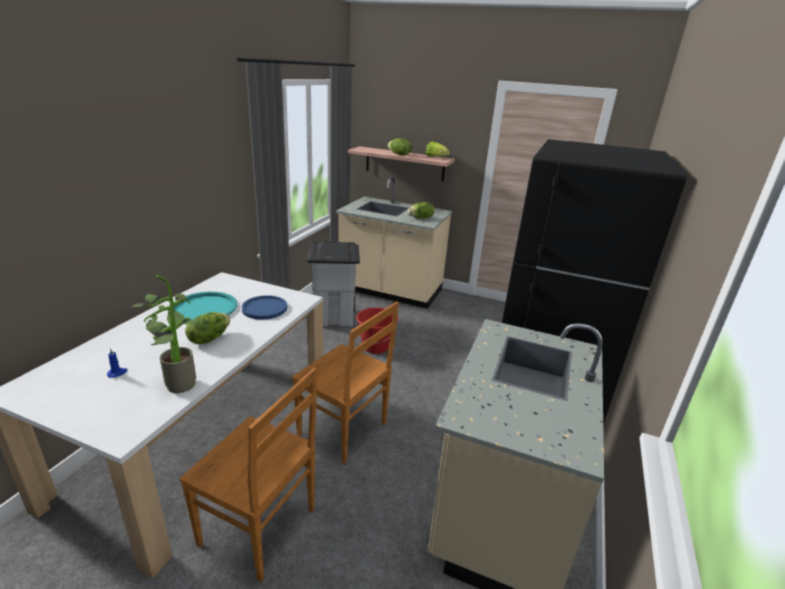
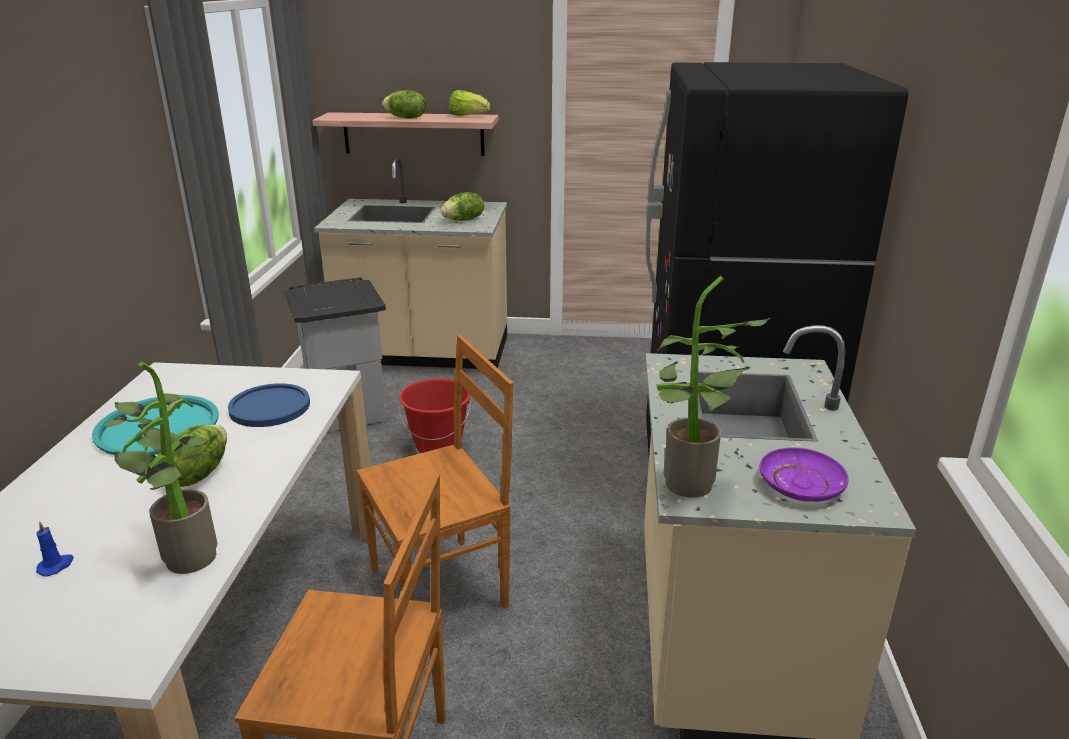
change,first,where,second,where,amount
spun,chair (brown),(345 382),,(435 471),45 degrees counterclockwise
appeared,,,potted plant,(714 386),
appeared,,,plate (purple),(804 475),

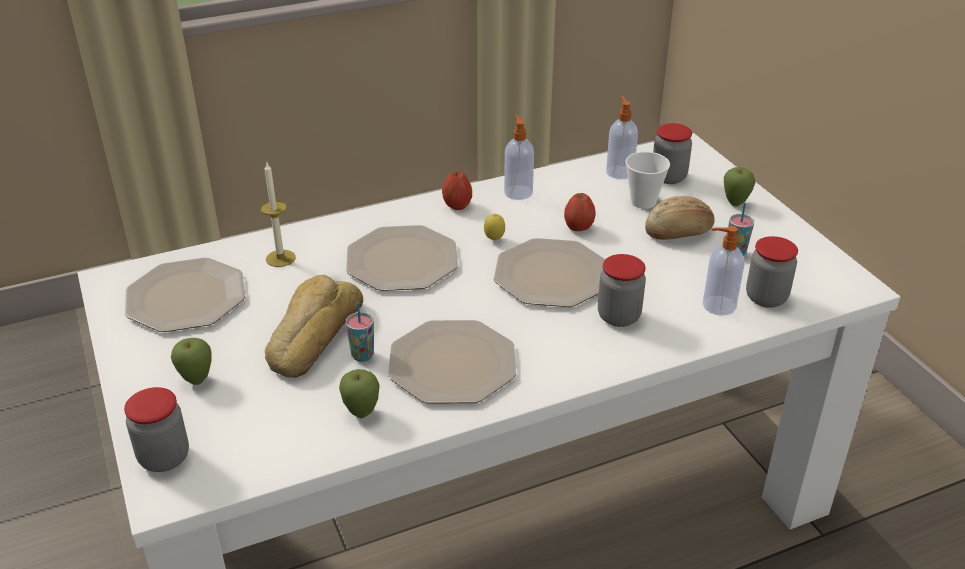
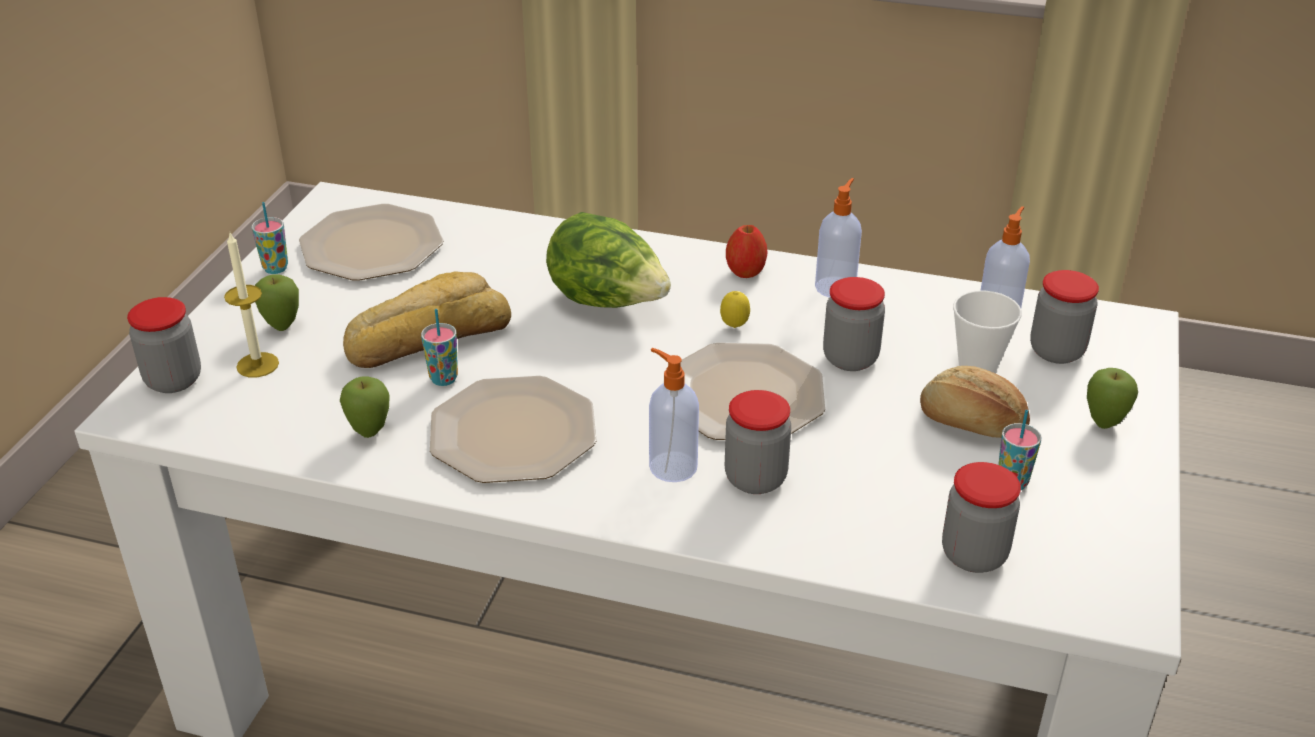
change,first,where,second,where,amount
relocated,candle,(278 215),,(251 305),
exchanged,plate,(402 258),lettuce,(608 260),
exchanged,apple,(580 212),jar,(854 324),
relocated,soap dispenser,(723 271),,(674 415),
appeared,,,cup,(270 238),

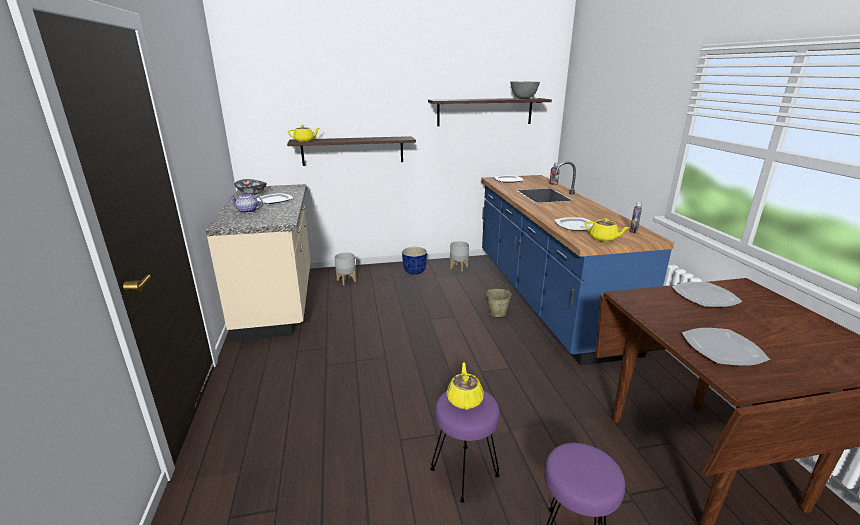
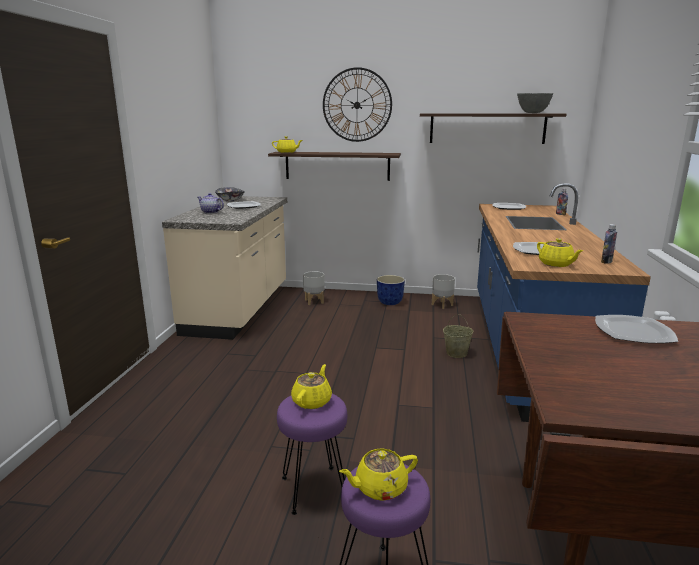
change,first,where,second,where,amount
missing,plate,(726 347),,,
appeared,,,wall clock,(357 104),
appeared,,,teapot (yellow),(378 474),

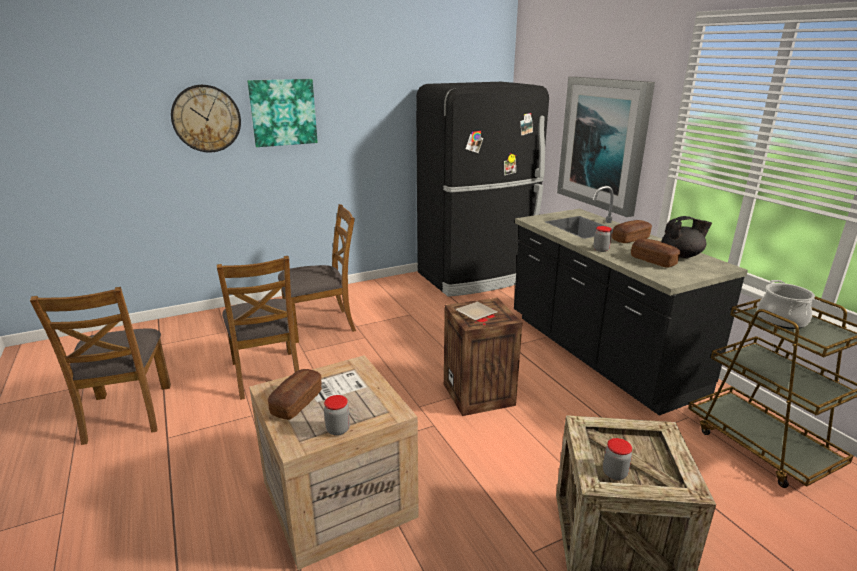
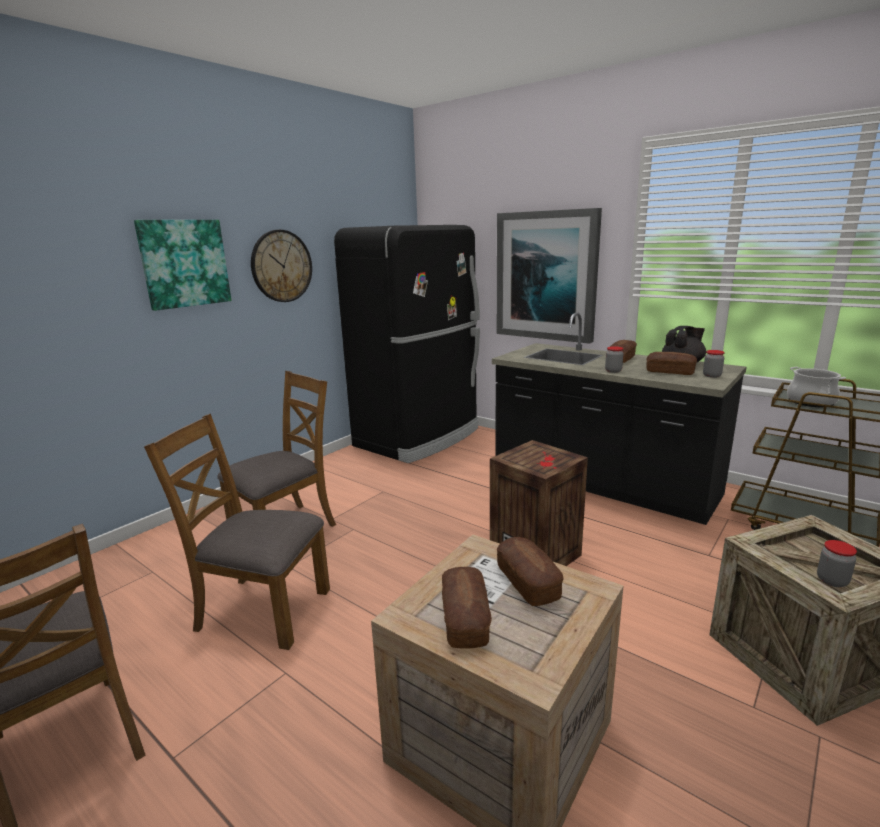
change,first,where,second,where,amount
relocated,wall clock,(206 118),,(281 266),
spun,chair (brown),(258 328),,(237 532),150 degrees clockwise
relocated,jar,(337 415),,(714 364),
missing,plate,(476 311),,,
appeared,,,bread,(530 571),

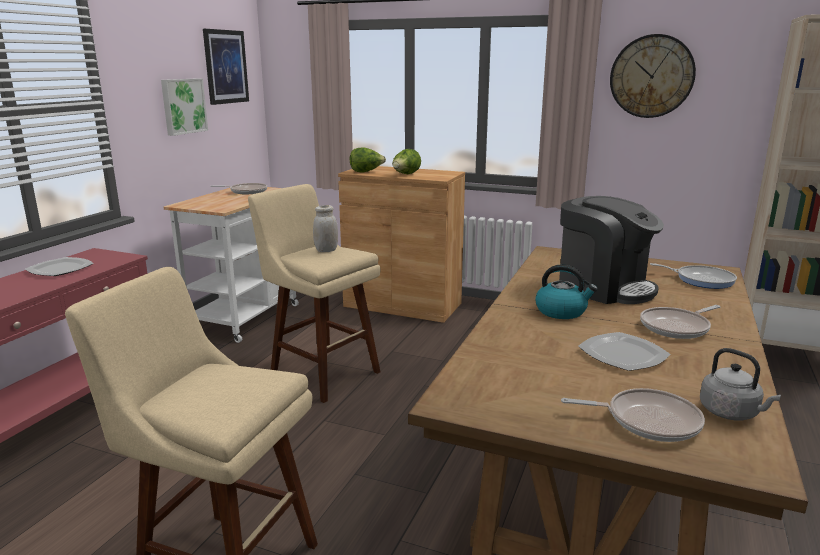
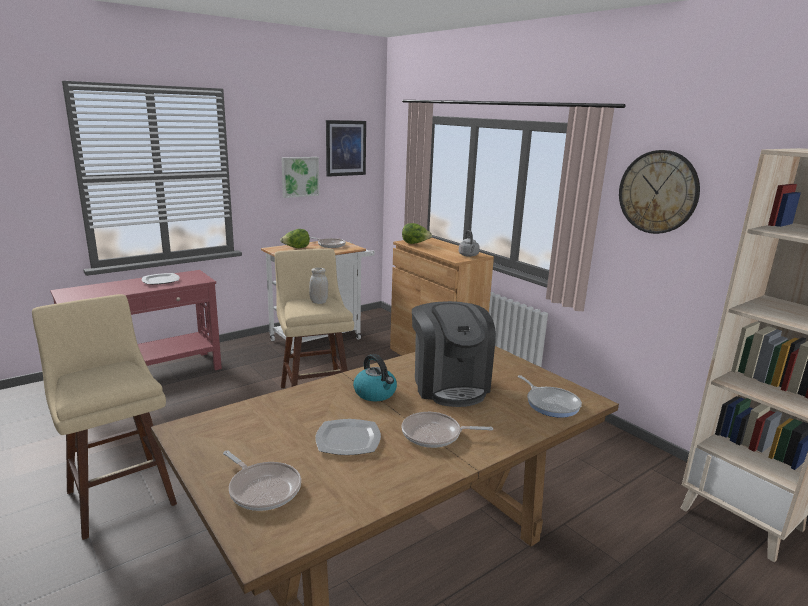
change,first,where,second,where,amount
relocated,lettuce,(406 161),,(295 238),
relocated,kettle (grey),(740 384),,(469 243),

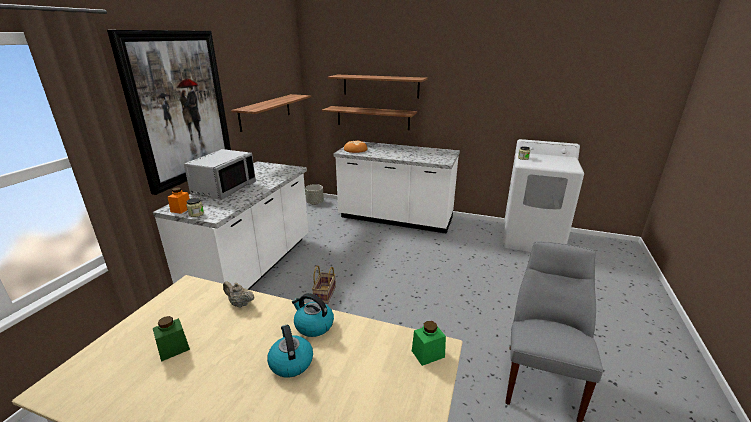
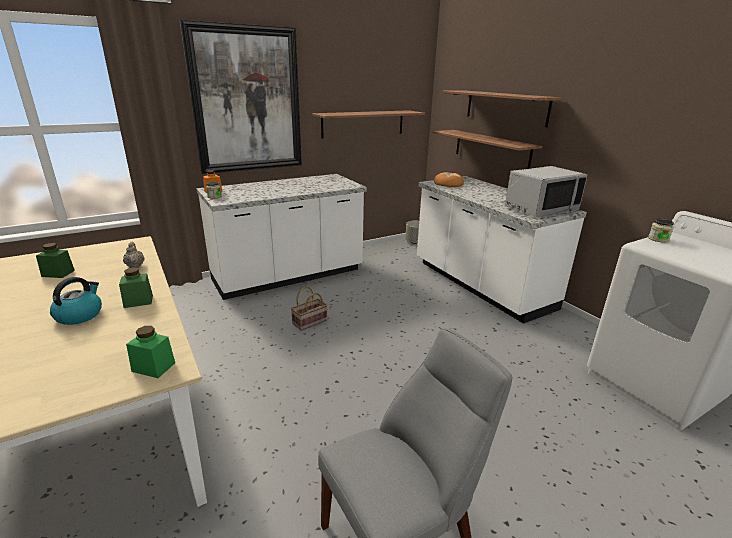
change,first,where,second,where,amount
relocated,microwave (grey),(220 174),,(546 192),
exchanged,kettle,(313 315),jar (green),(136 288),

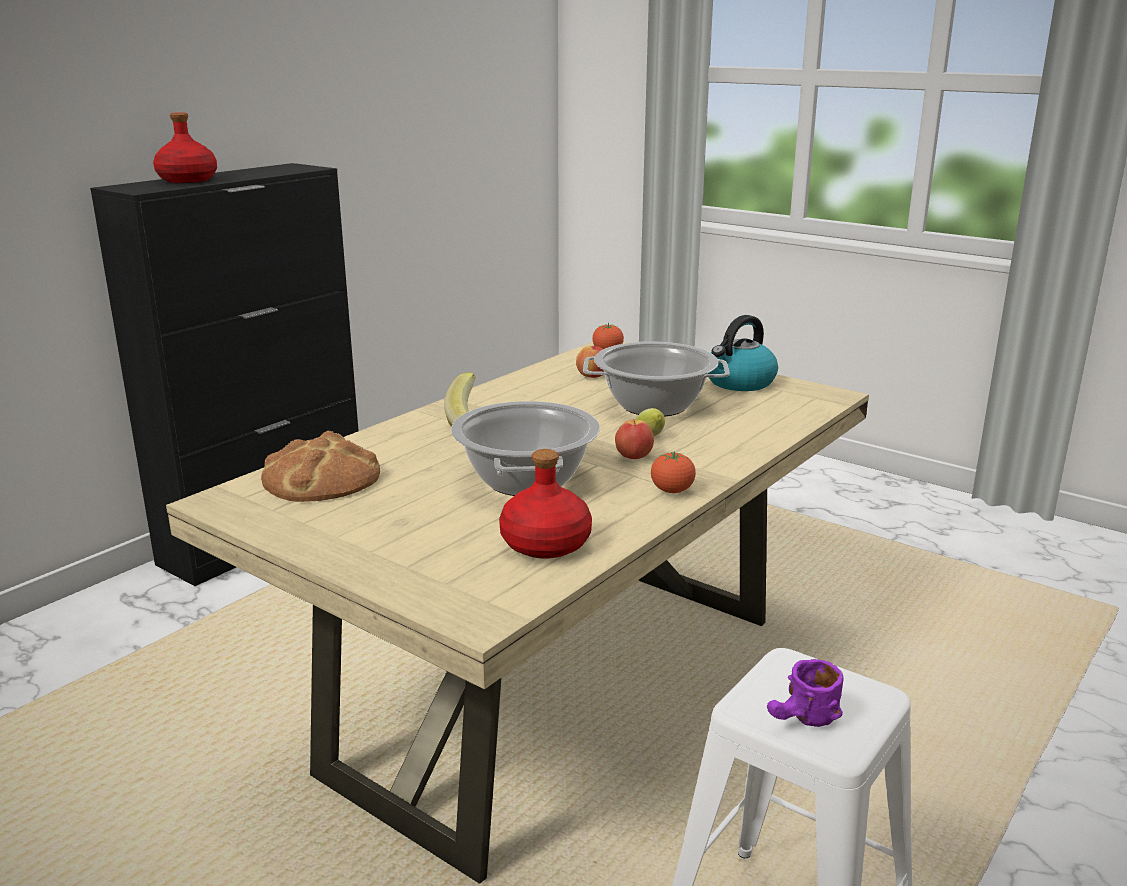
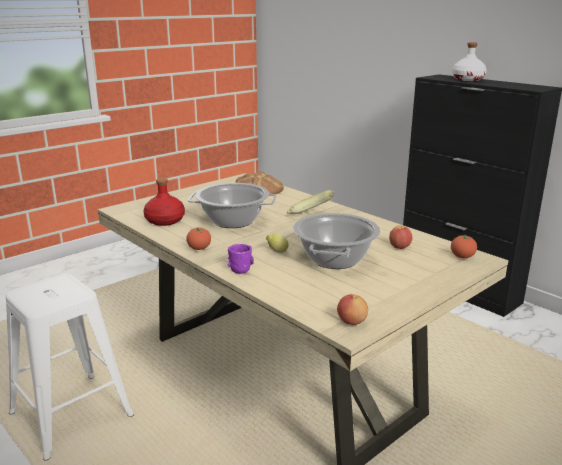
change,first,where,second,where,amount
colour,bottle (red),(185 147),bottle (white),(469 61),
relocated,apple,(634 439),,(352 309),
missing,kettle,(743 353),,,
relocated,mug (purple),(805 693),,(241 259),

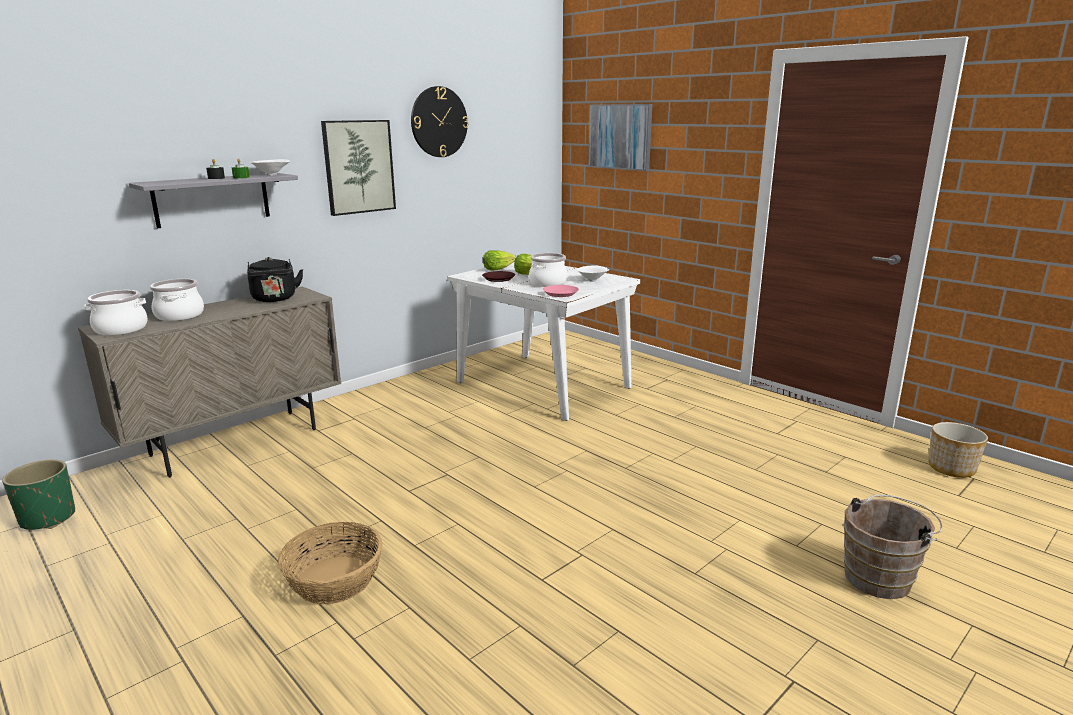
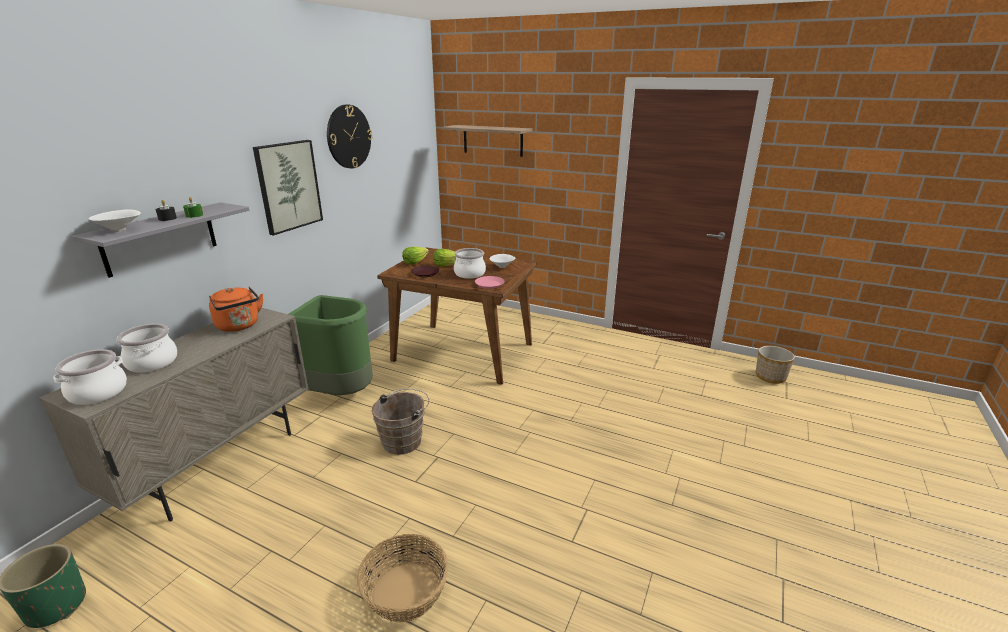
change,first,where,second,where,amount
colour,kettle (black),(275 279),kettle (orange),(236 309),
relocated,bowl (white),(270 167),,(115 220),
colour,dining table (white),(543 341),dining table (brown),(457 316),
exchanged,picture,(620 137),shelf,(487 141),
relocated,bucket (brown),(893 547),,(400 422),
appeared,,,trash can (green),(330 345),

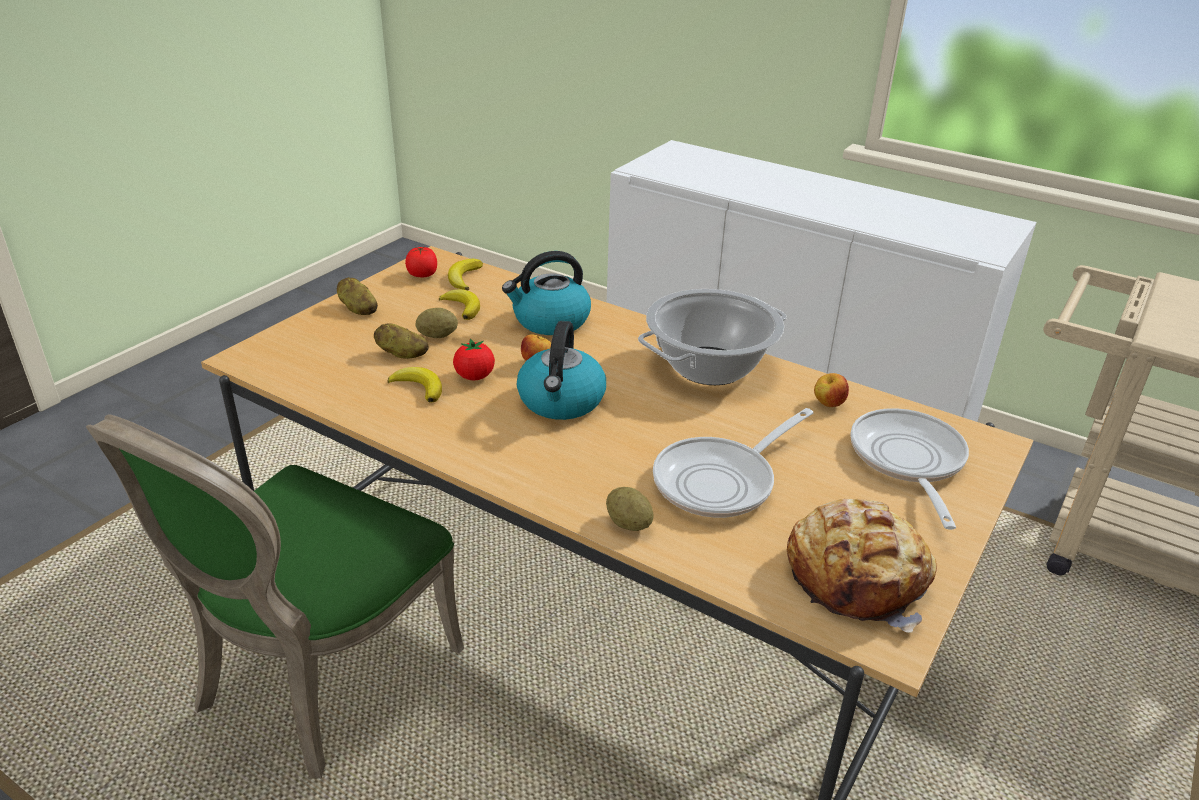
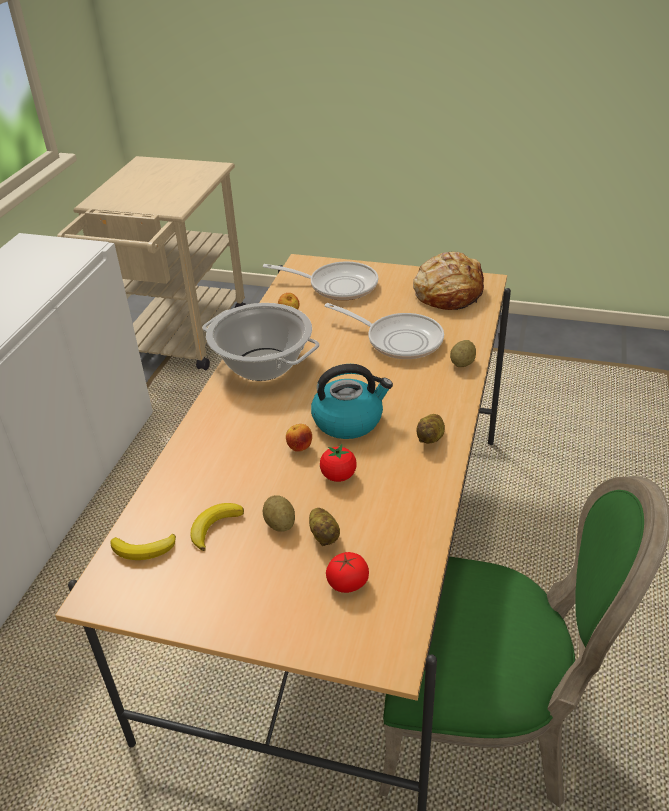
change,first,where,second,where,amount
relocated,potato,(357 296),,(430 429),
missing,banana,(414 385),,,
relocated,tomato,(421 262),,(347 572),
missing,kettle,(546 293),,,
spun,frying pan,(909 469),,(320 280),150 degrees counterclockwise

